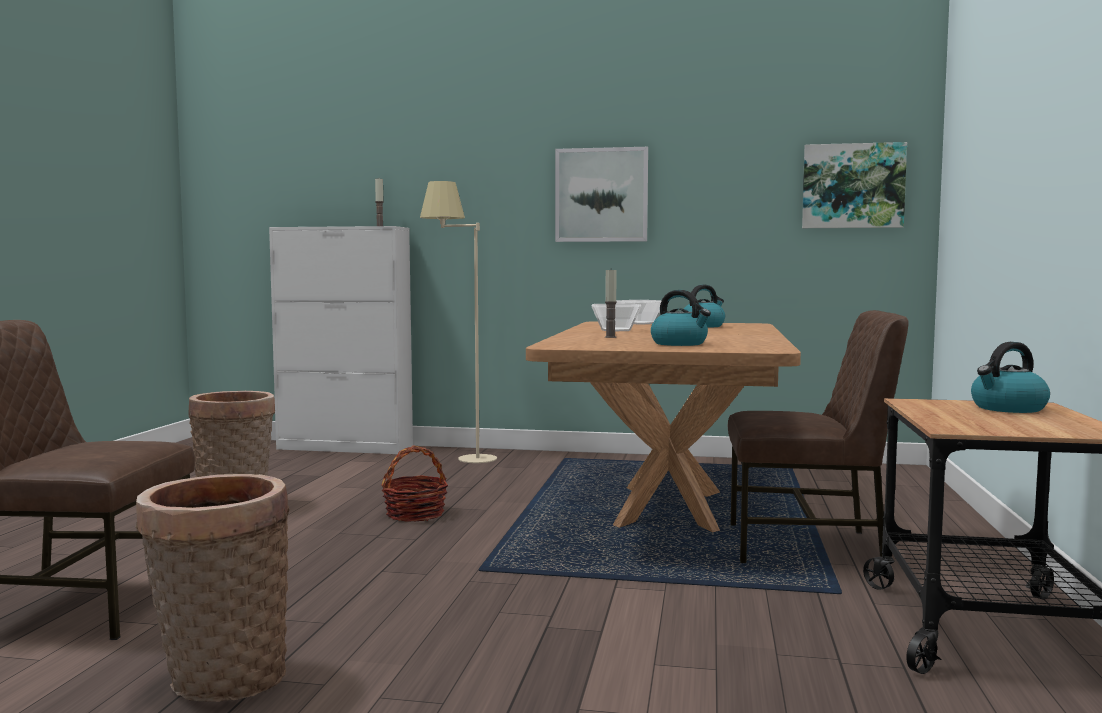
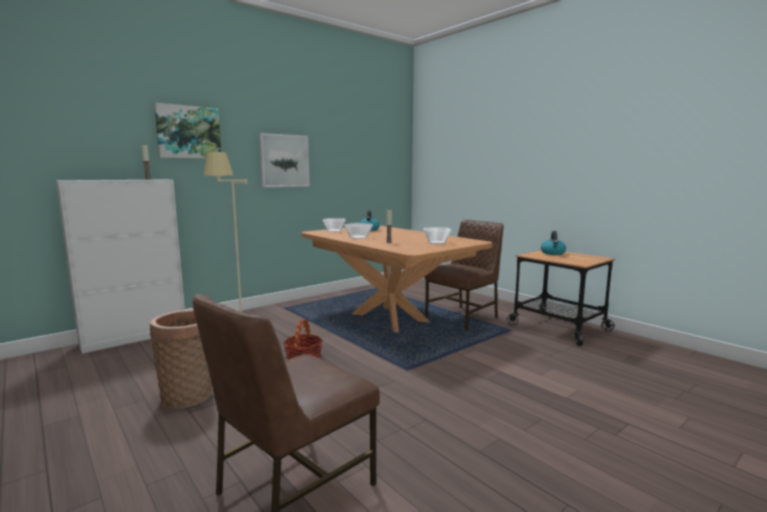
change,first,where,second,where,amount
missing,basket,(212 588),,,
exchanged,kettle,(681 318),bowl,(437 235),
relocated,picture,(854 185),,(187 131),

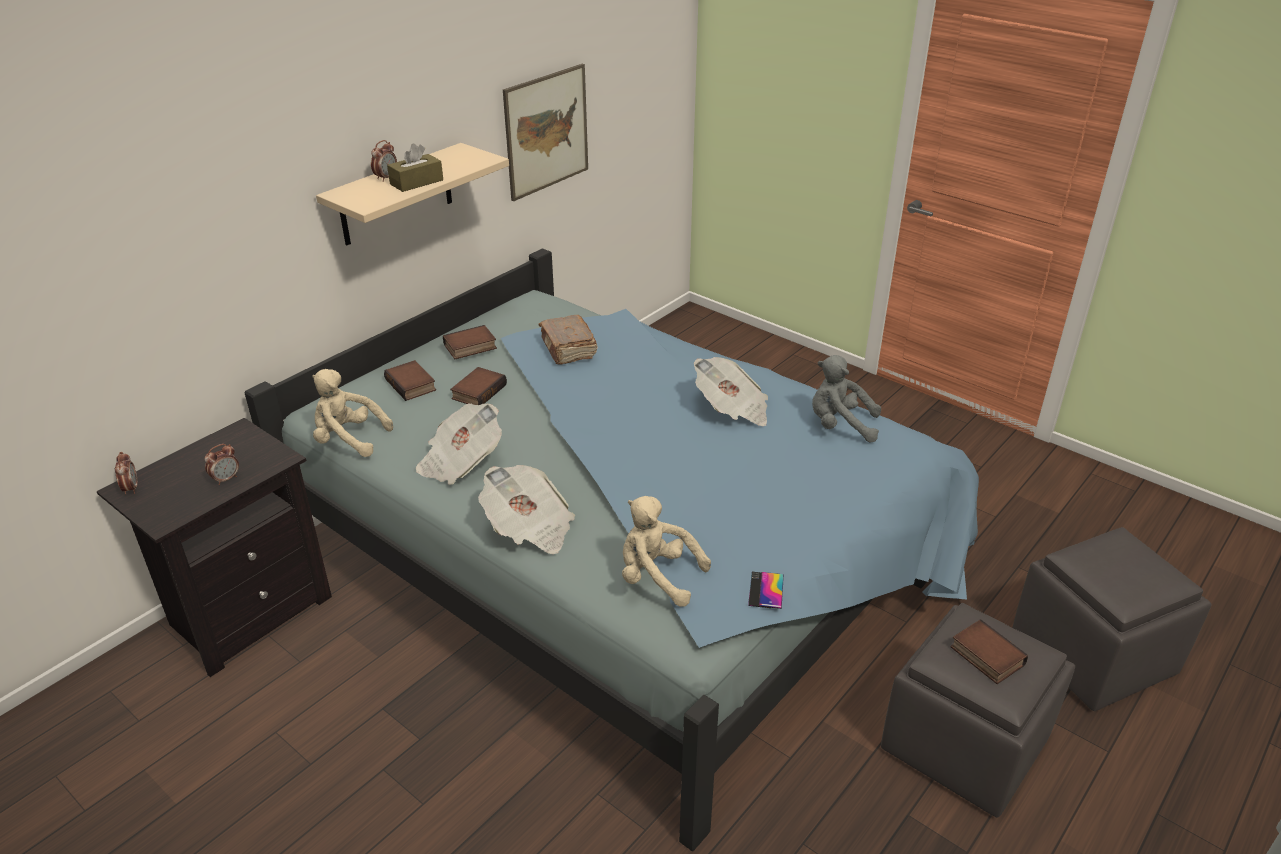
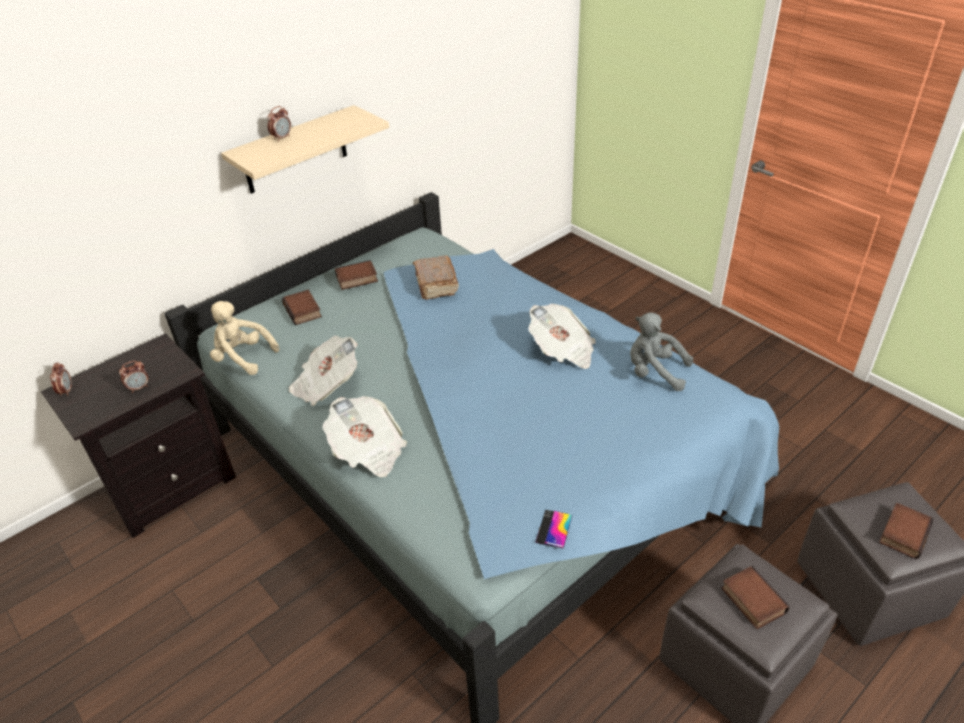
change,first,where,second,where,amount
missing,tissue box (brown),(415 167),,,
relocated,book,(478 386),,(906 531),
missing,picture,(545 132),,,
missing,plush toy (beige),(666 551),,,

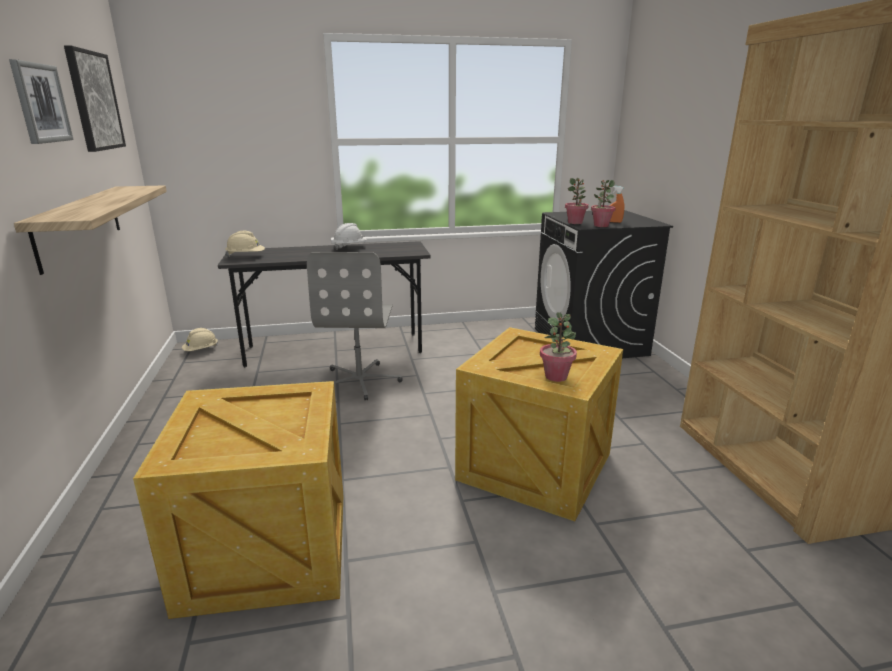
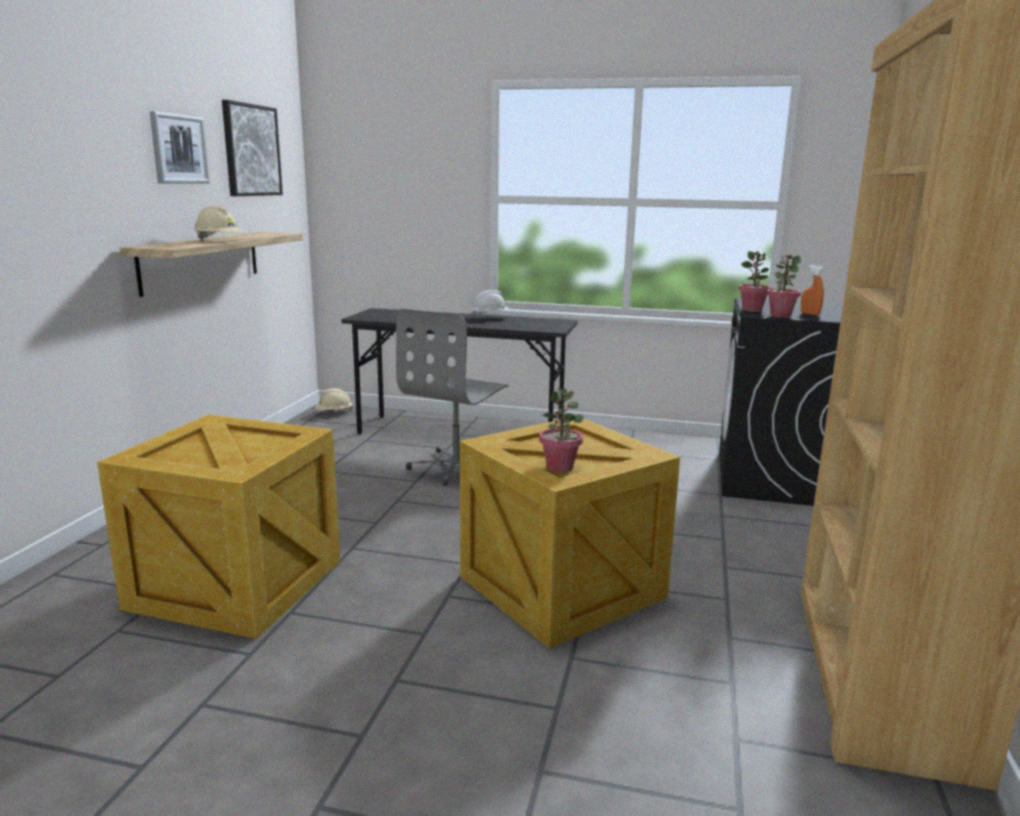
change,first,where,second,where,amount
relocated,hard hat (beige),(245 244),,(218 223),

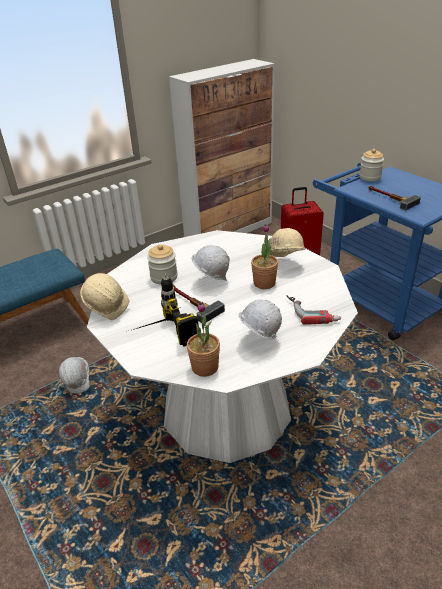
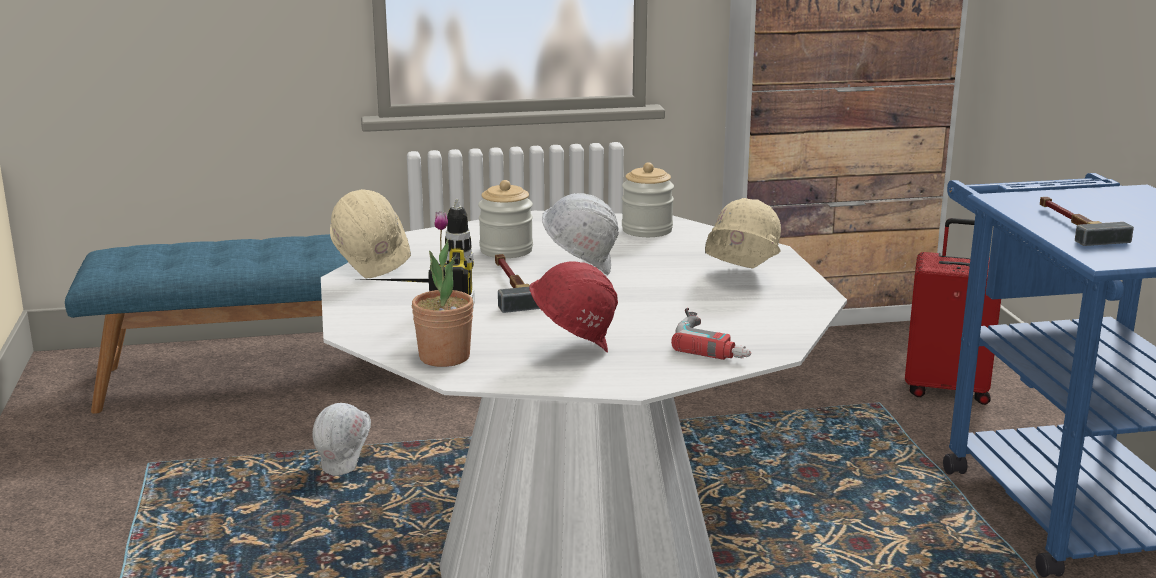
change,first,where,second,where,amount
colour,hard hat (white),(260 319),hard hat (red),(573 307),
missing,potted plant,(264 256),,,
relocated,jar,(371 165),,(648 199),

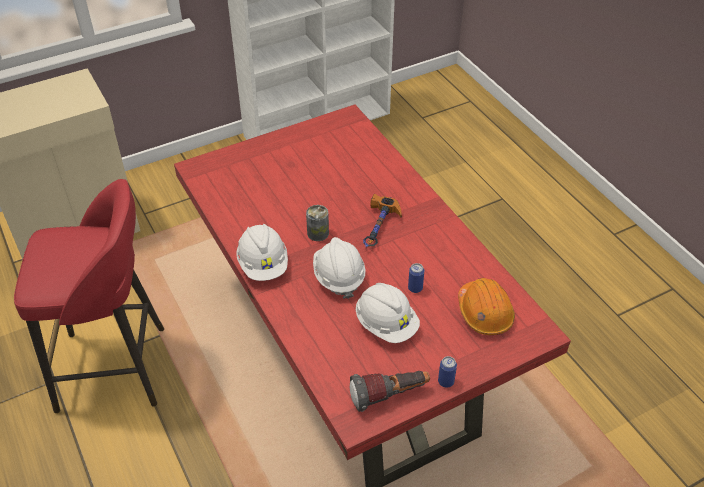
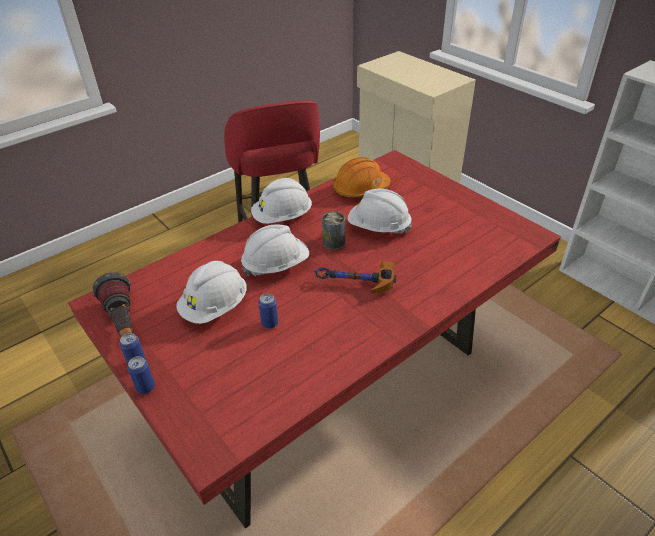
change,first,where,second,where,amount
relocated,hard hat (orange),(486 306),,(362 177),
appeared,,,can,(141 375),
appeared,,,hard hat (white),(380 211),

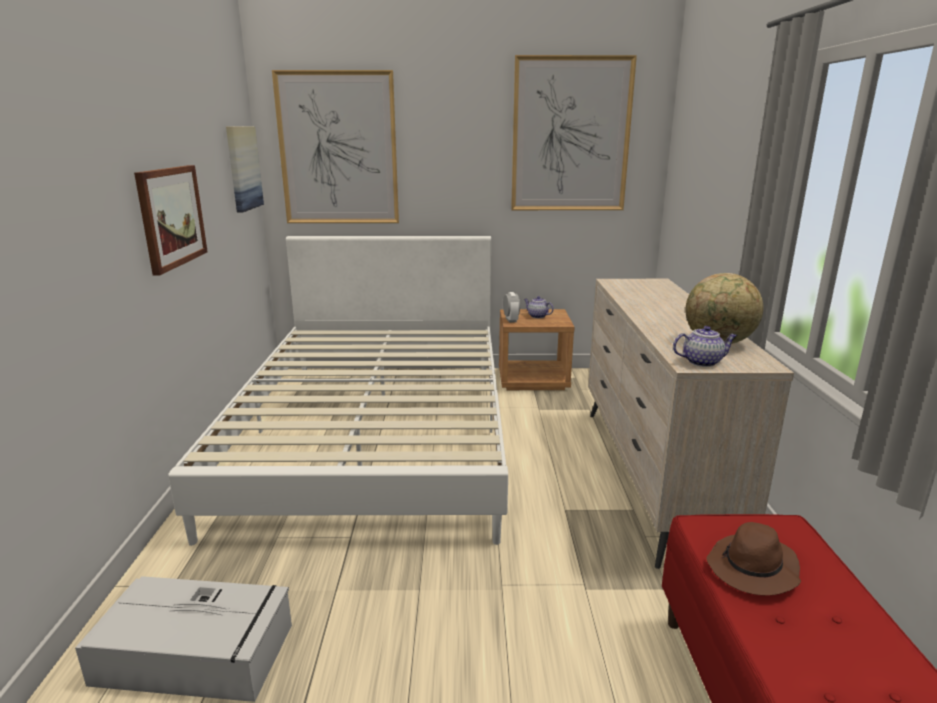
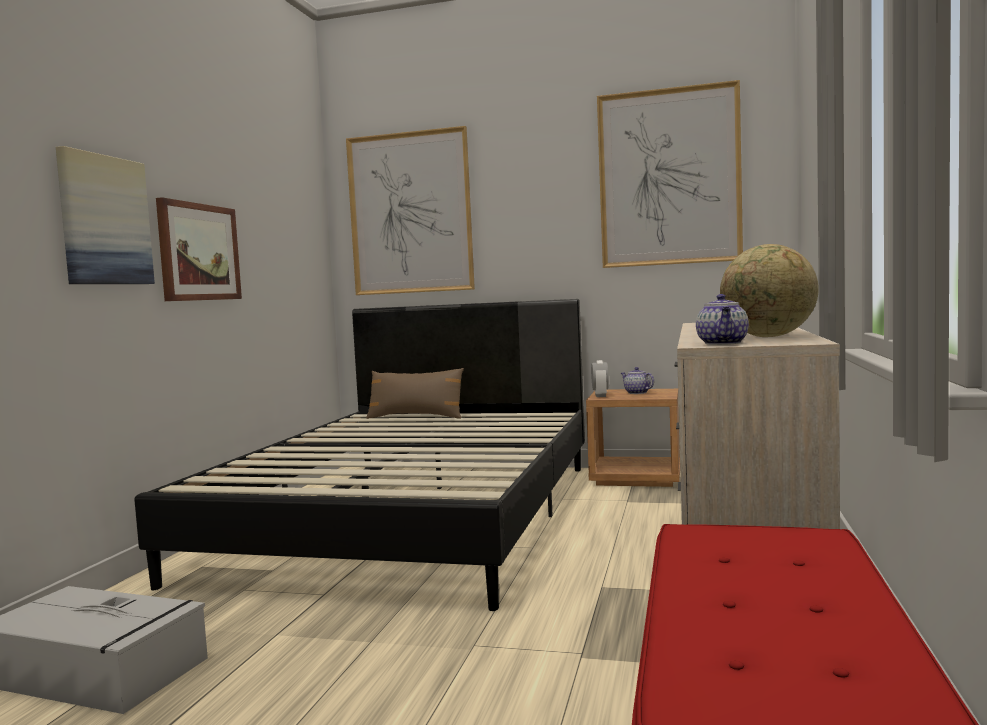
change,first,where,second,where,amount
colour,bed (white),(338 391),bed (black),(359 455),
relocated,picture,(245 170),,(105 215),
spun,teapot,(705 346),,(722 319),90 degrees clockwise
missing,hat (brown),(753 558),,,
appeared,,,pillow (brown),(415 393),

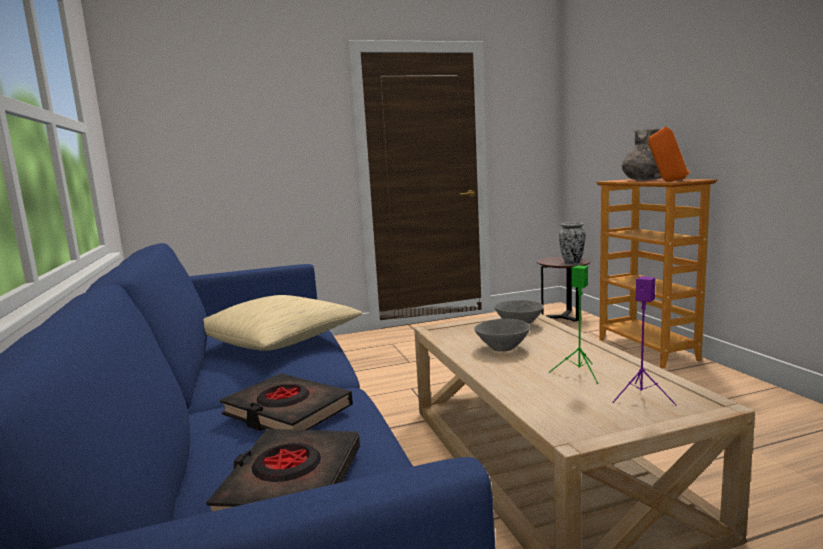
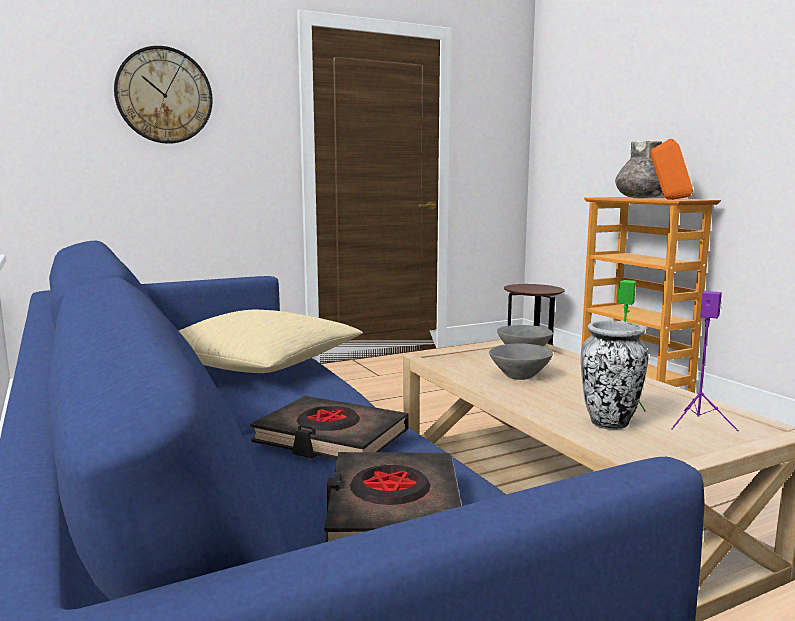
change,first,where,second,where,amount
relocated,vase,(572 243),,(614 375),
appeared,,,wall clock,(163 95),

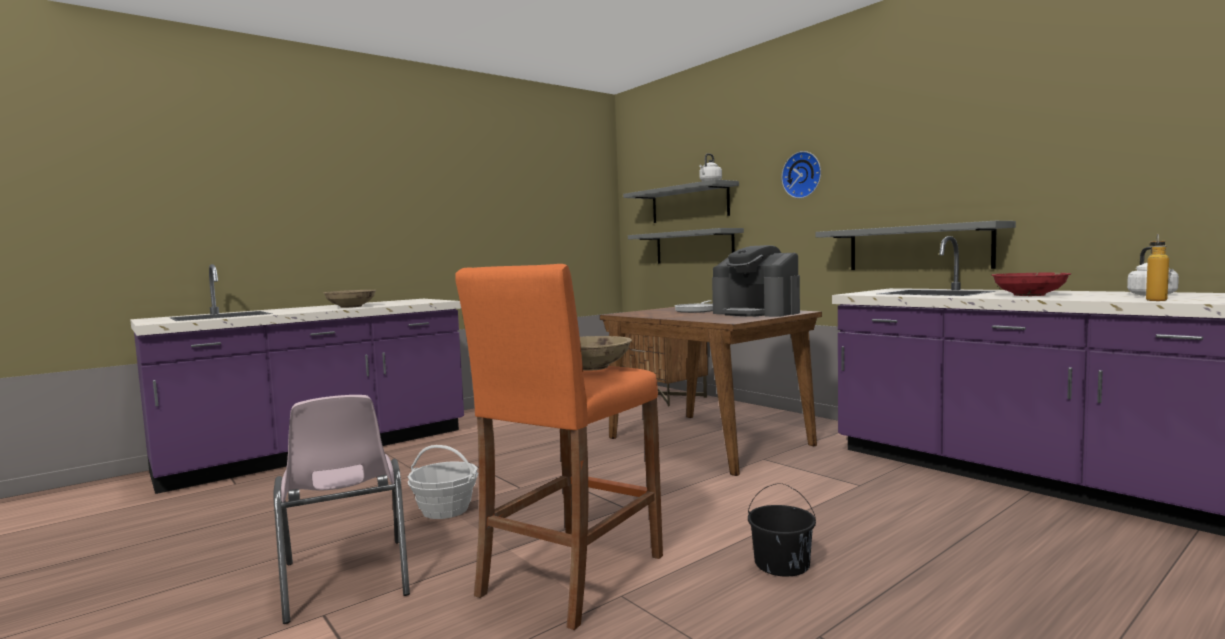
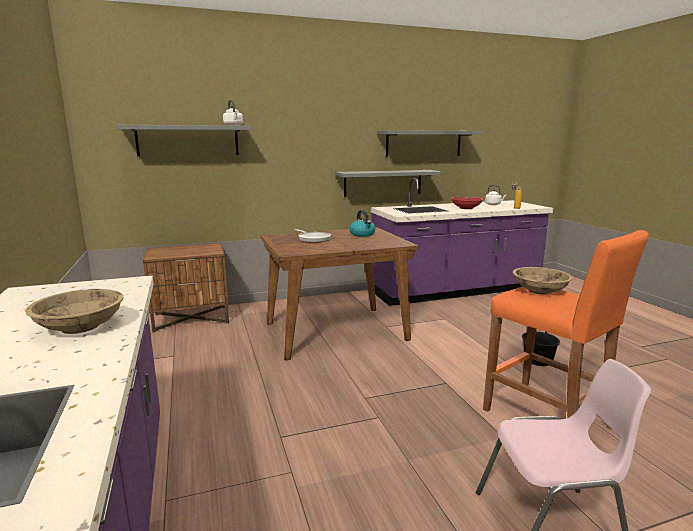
change,first,where,second,where,amount
missing,basket,(443 482),,,
relocated,shelf (grey),(686 246),,(430 143),
exchanged,coffee machine,(756 281),kettle,(363 223),
missing,wall clock,(801 174),,,

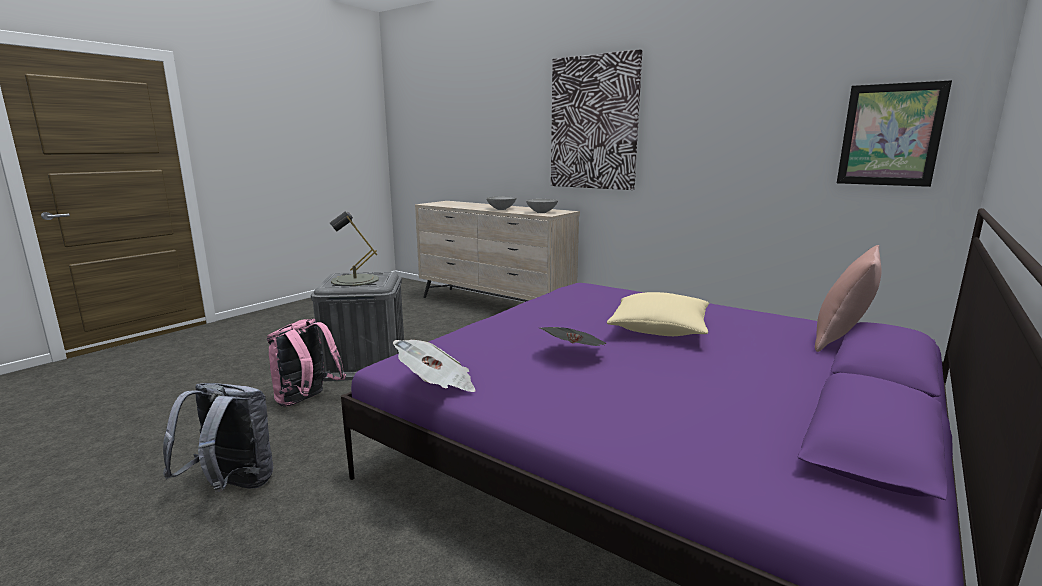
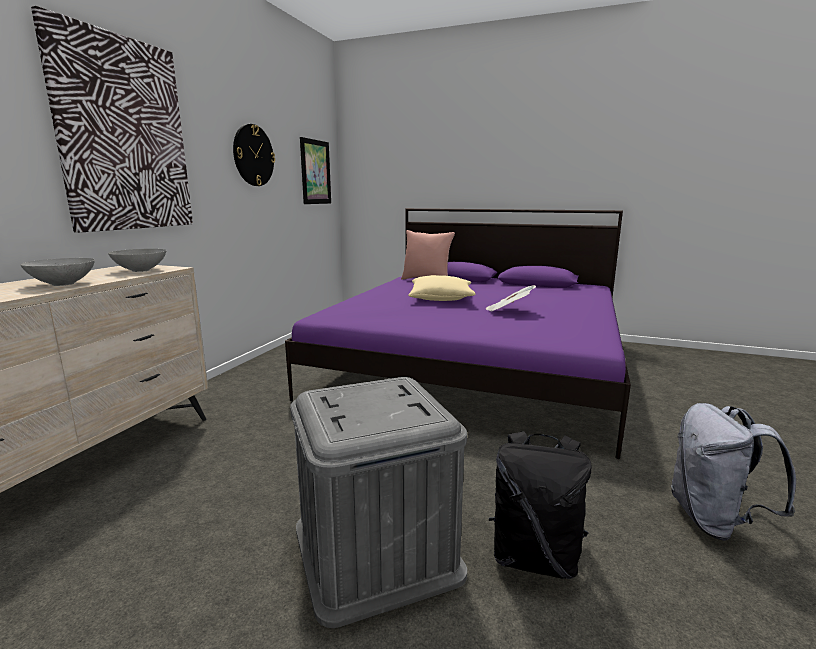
change,first,where,second,where,amount
colour,backpack (pink),(306 363),backpack (black),(540 505),
missing,table lamp (grey),(354 249),,,
missing,newspaper,(434 366),,,
appeared,,,wall clock,(254 155),

